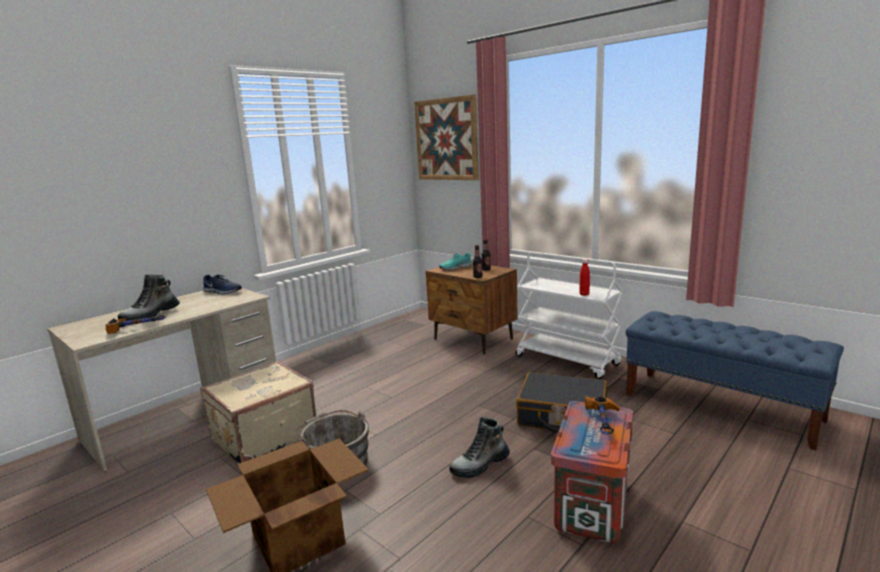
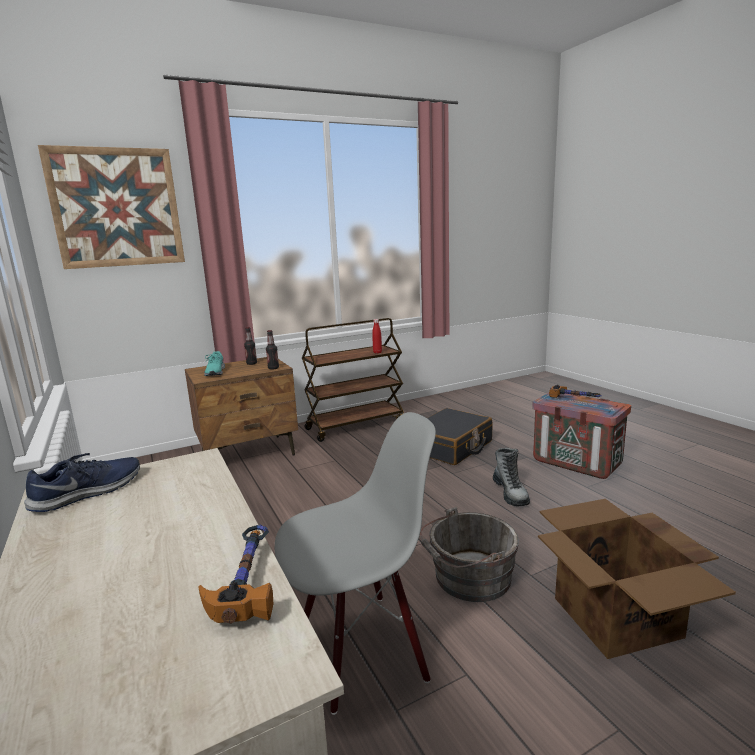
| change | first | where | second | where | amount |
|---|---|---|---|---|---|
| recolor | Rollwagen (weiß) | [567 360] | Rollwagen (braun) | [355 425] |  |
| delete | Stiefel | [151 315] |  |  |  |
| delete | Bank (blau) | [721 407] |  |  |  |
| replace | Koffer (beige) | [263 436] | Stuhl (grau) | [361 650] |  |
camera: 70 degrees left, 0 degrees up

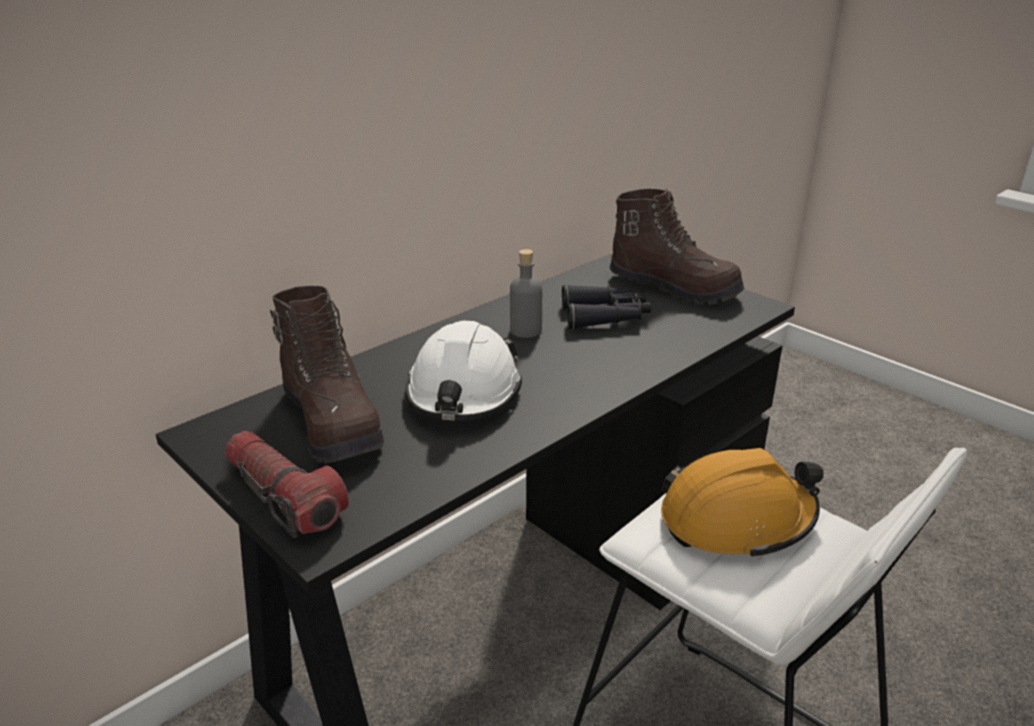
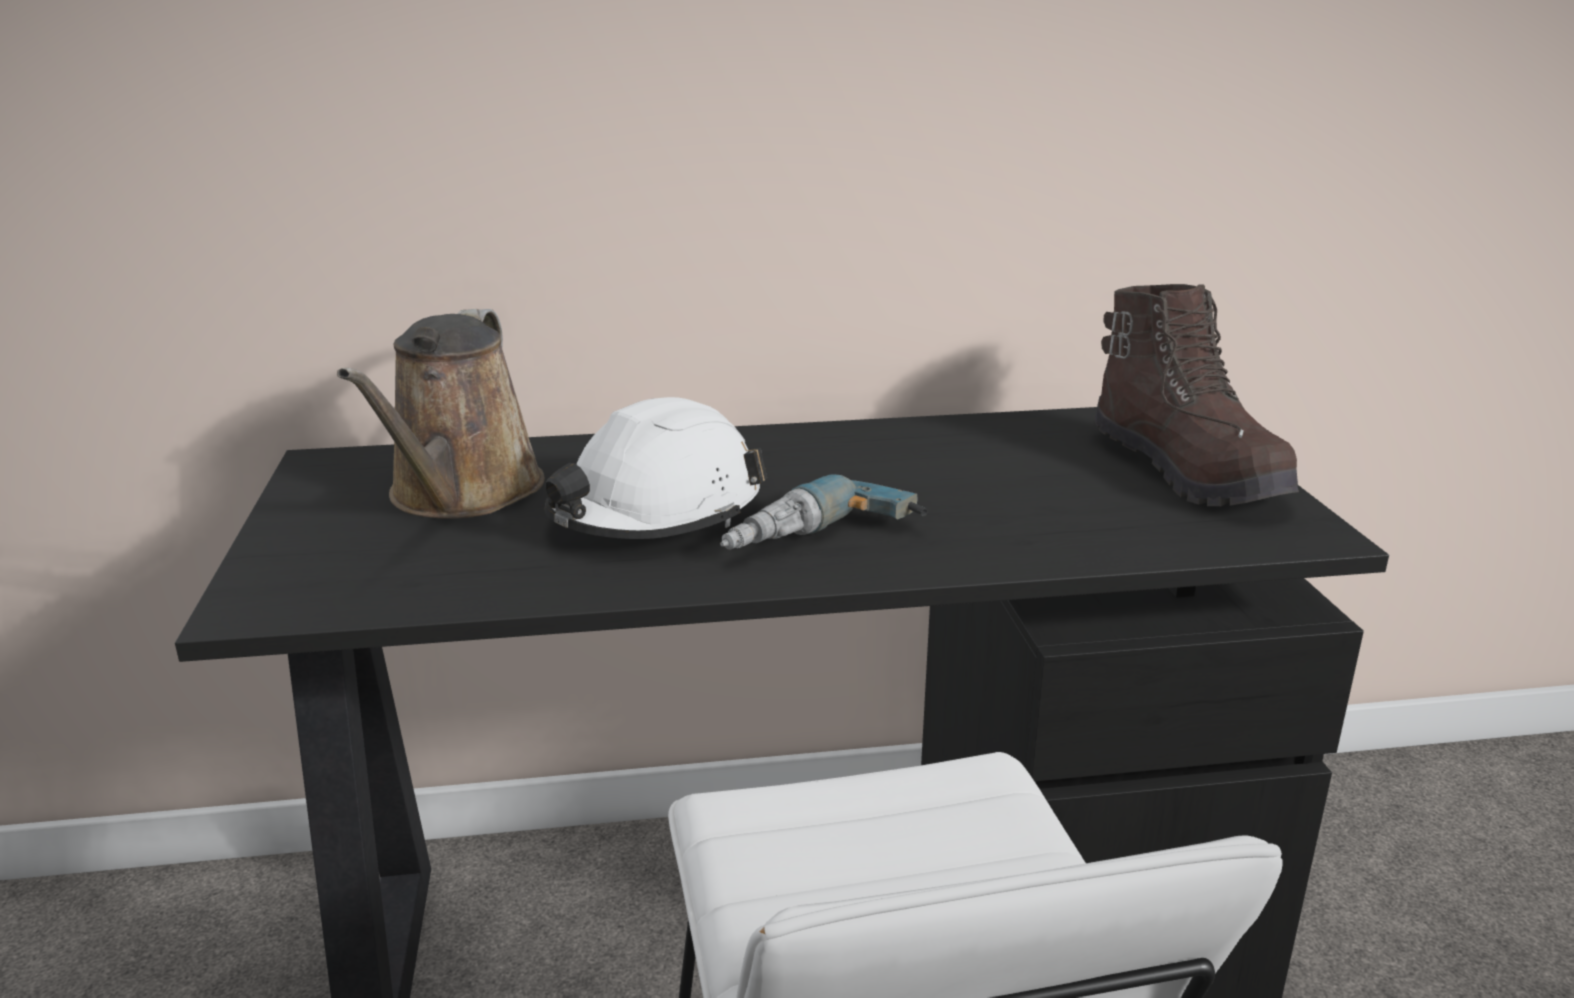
| change | first | where | second | where | amount |
|---|---|---|---|---|---|
| delete | Flasche (grau) | [525 330] |  |  |  |
| delete | Fernglas (schwarz) | [606 316] |  |  |  |
| replace | Stiefel (braun) | [333 423] | Gießkanne (braun) | [461 494] |  |
| delete | Taschenlampe | [284 497] |  |  |  |
| delete | Schutzhelm (orange) | [737 520] |  |  |  |
| insert |  |  | Bohrmaschine | [824 544] |  |
camera: 35 degrees right, 5 degrees down

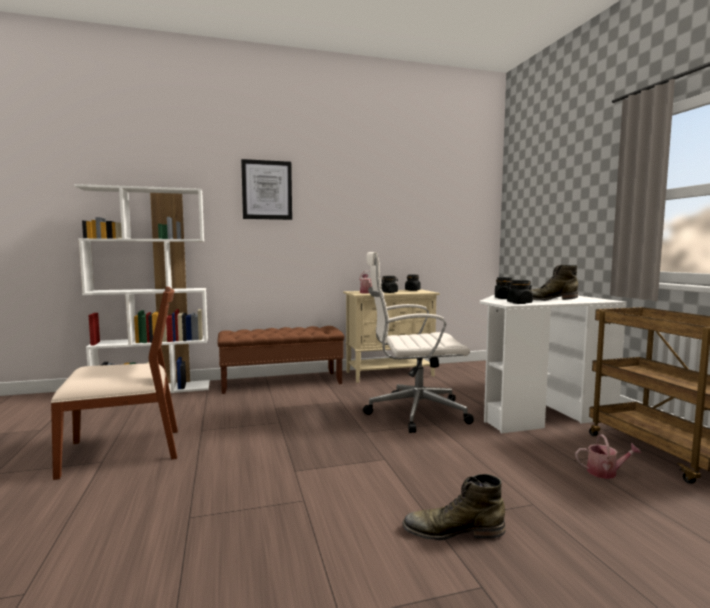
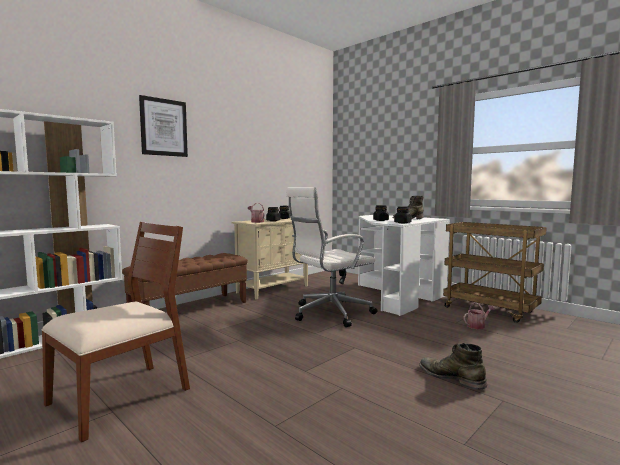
| change | first | where | second | where | amount |
|---|---|---|---|---|---|
| rotate | Stiefel (grün) | [453 530] |  | [451 377] | 75 degrees clockwise |
camera: 30 degrees left, 0 degrees up

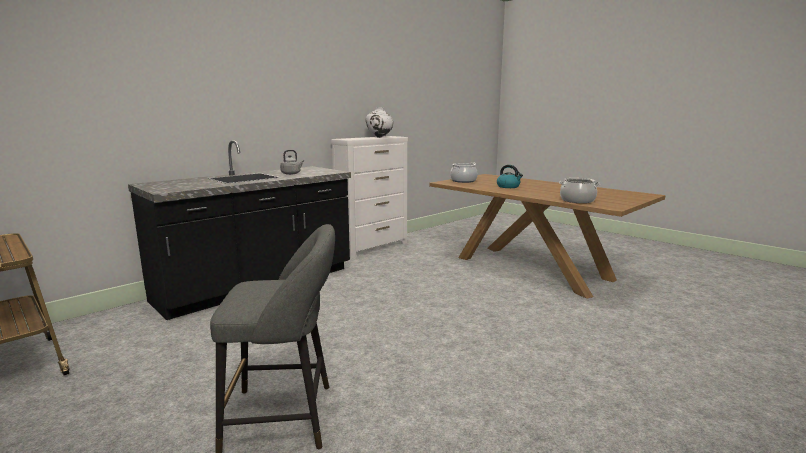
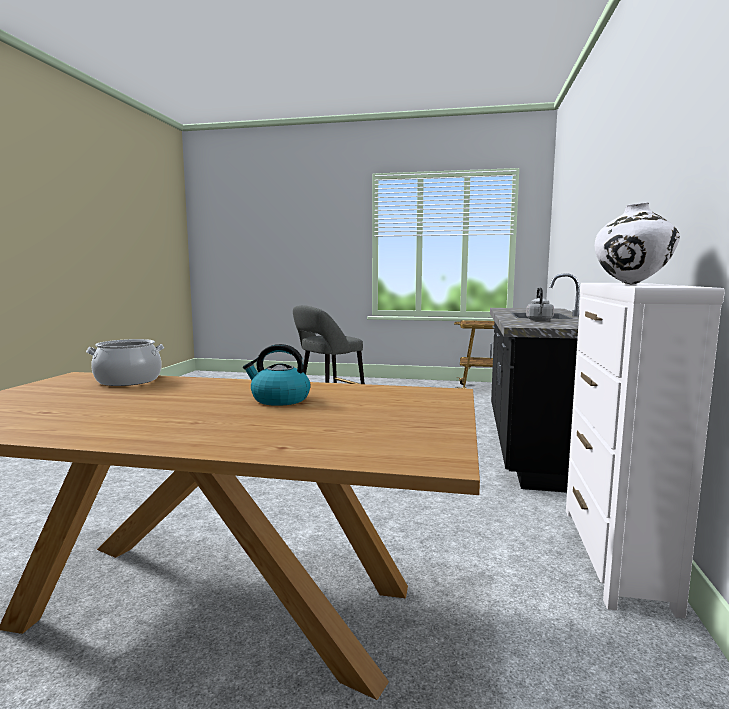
| change | first | where | second | where | amount |
|---|---|---|---|---|---|
| delete | Kochtopf | [463 181] |  |  |  |
camera: 145 degrees right, 5 degrees down

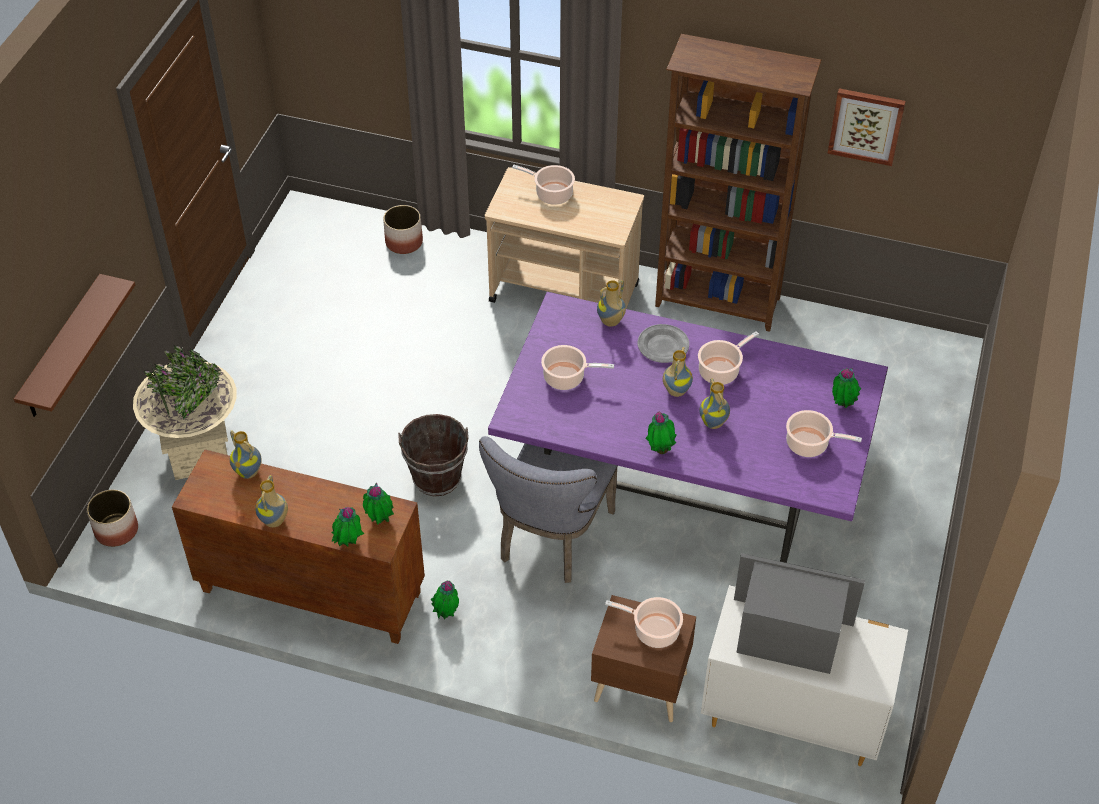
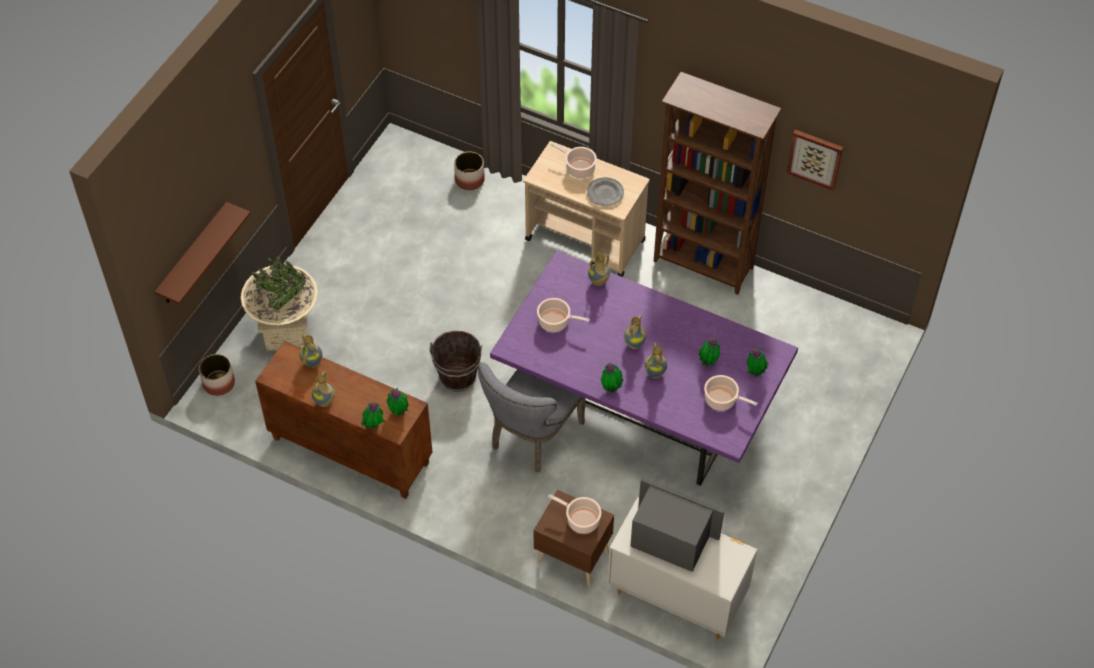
| change | first | where | second | where | amount |
|---|---|---|---|---|---|
| move | Teller (grau) | [663 346] |  | [605 193] |  |
| delete | Kochtopf | [721 370] |  |  |  |
| move | Topfpflanze | [447 614] |  | [708 363] |  |
camera: 10 degrees right, 5 degrees up

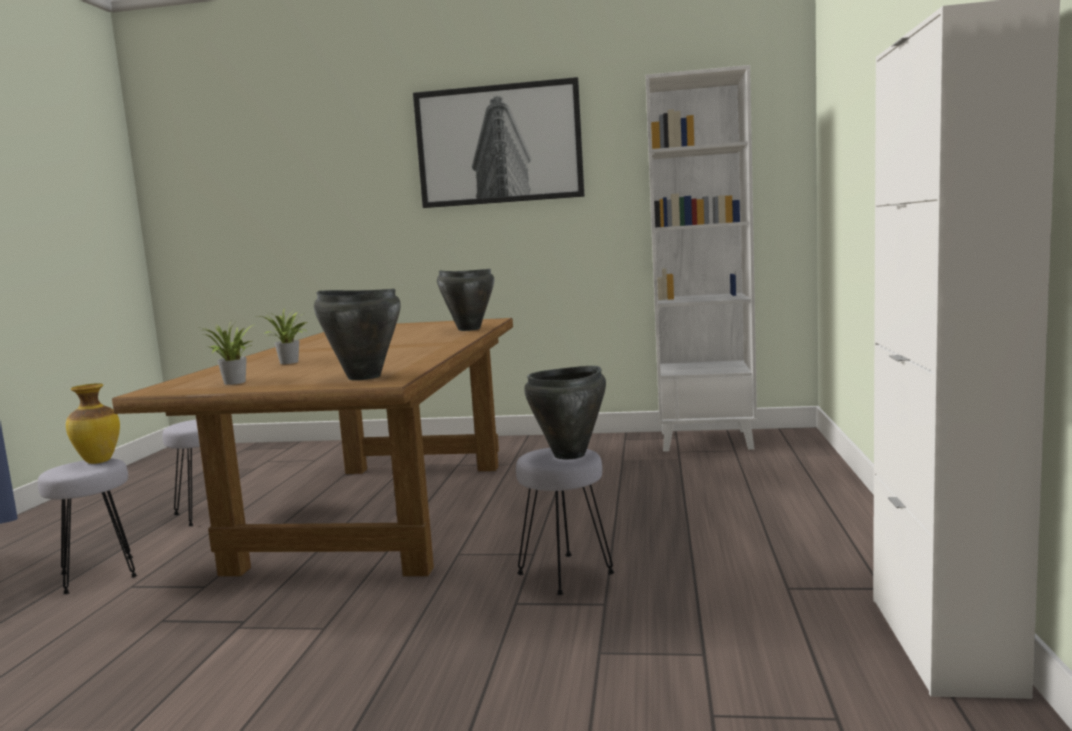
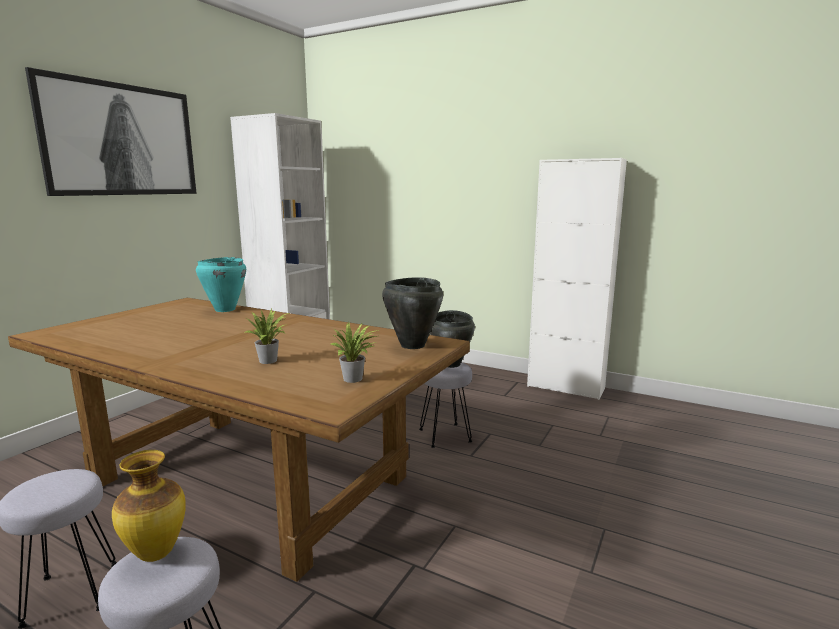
| change | first | where | second | where | amount |
|---|---|---|---|---|---|
| recolor | Kochtopf (schwarz) | [468 329] | Kochtopf (türkis) | [224 310] |  |
camera: 70 degrees left, 5 degrees up

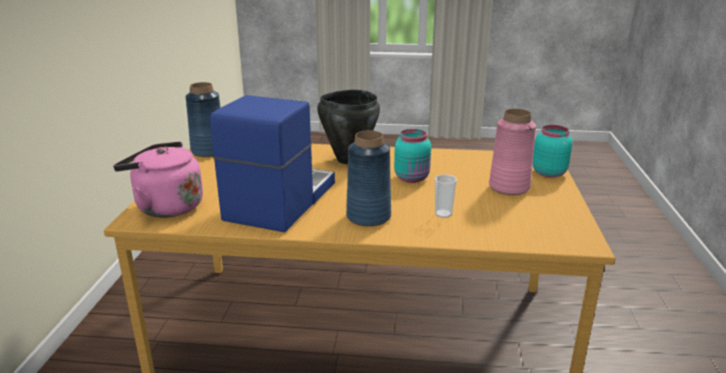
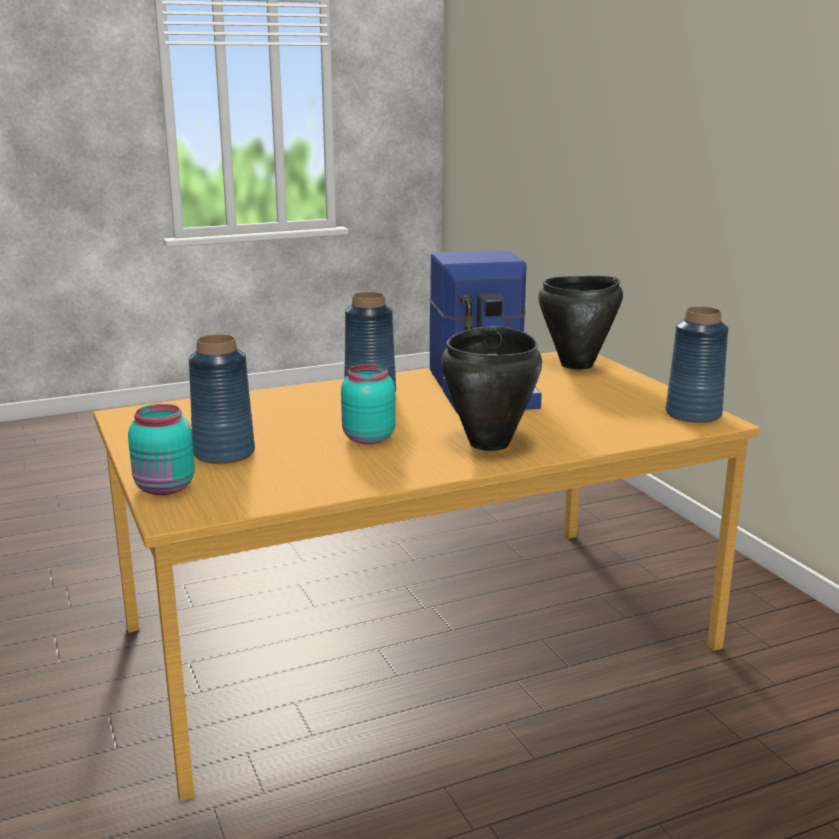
| change | first | where | second | where | amount |
|---|---|---|---|---|---|
| recolor | Vase (rosa) | [509 187] | Vase (blau) | [224 454] |  |
| replace | Wasserkessel (rosa) | [166 207] | Kochtopf (schwarz) | [577 365] |  |
| delete | Tasse | [443 214] |  |  |  |
camera: 150 degrees right, 5 degrees down

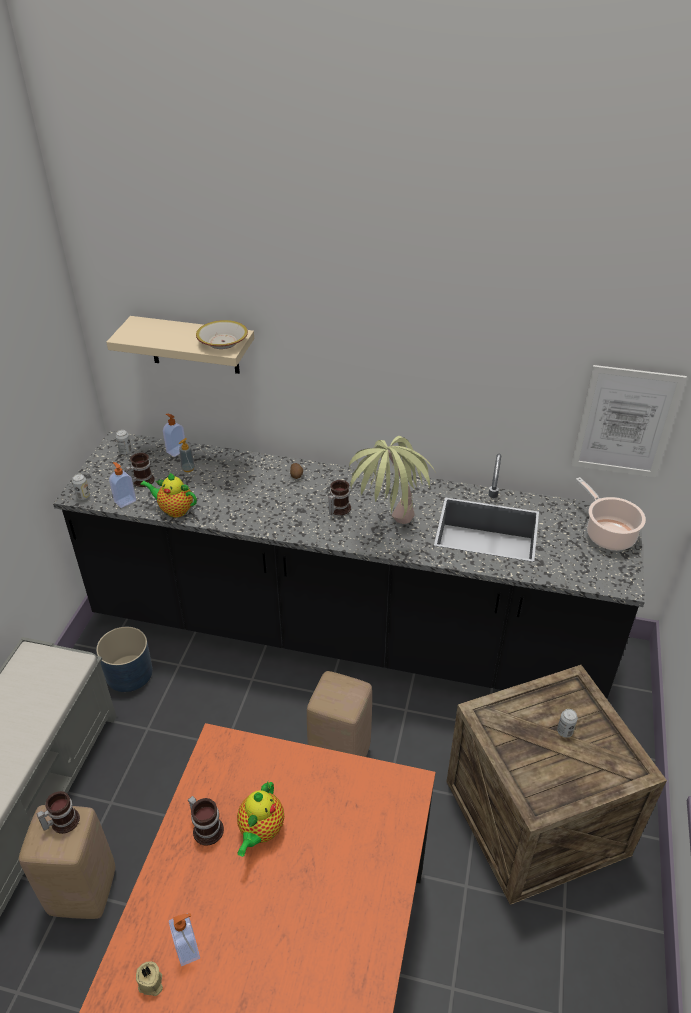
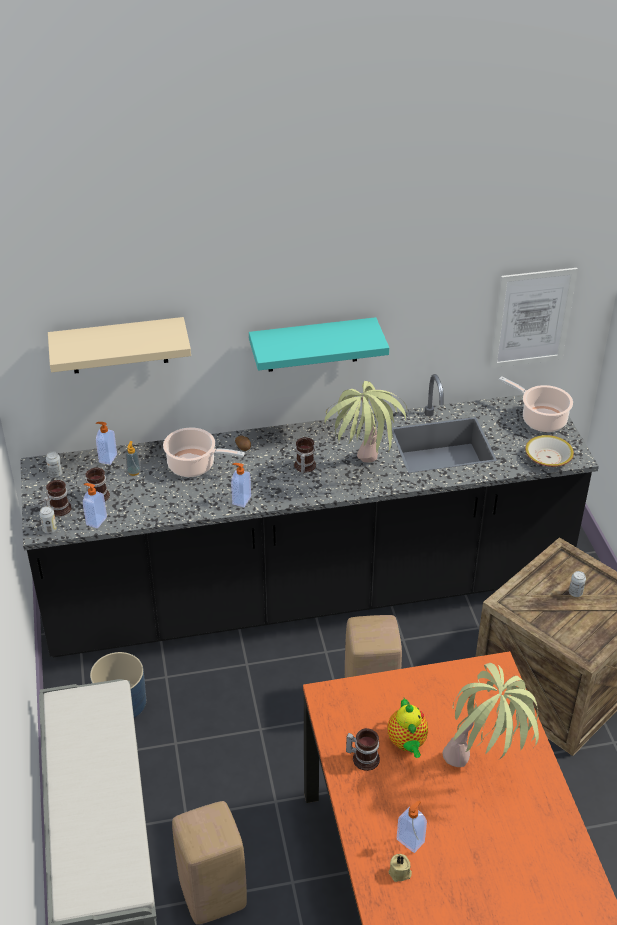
| change | first | where | second | where | amount |
|---|---|---|---|---|---|
| move | Schüssel | [223 342] |  | [548 458] |  |
| delete | Teekanne | [174 510] |  |  |  |
| move | Henkelbecher | [62 821] |  | [57 509] |  |
| insert |  |  | Wandregal (türkis) | [312 345] |  |
| insert |  |  | Kochtopf | [194 465] |  |
| insert |  |  | Seifenspender | [241 500] |  |
| insert |  |  | Topfpflanze | [485 769] |  |
camera: 25 degrees left, 0 degrees up

